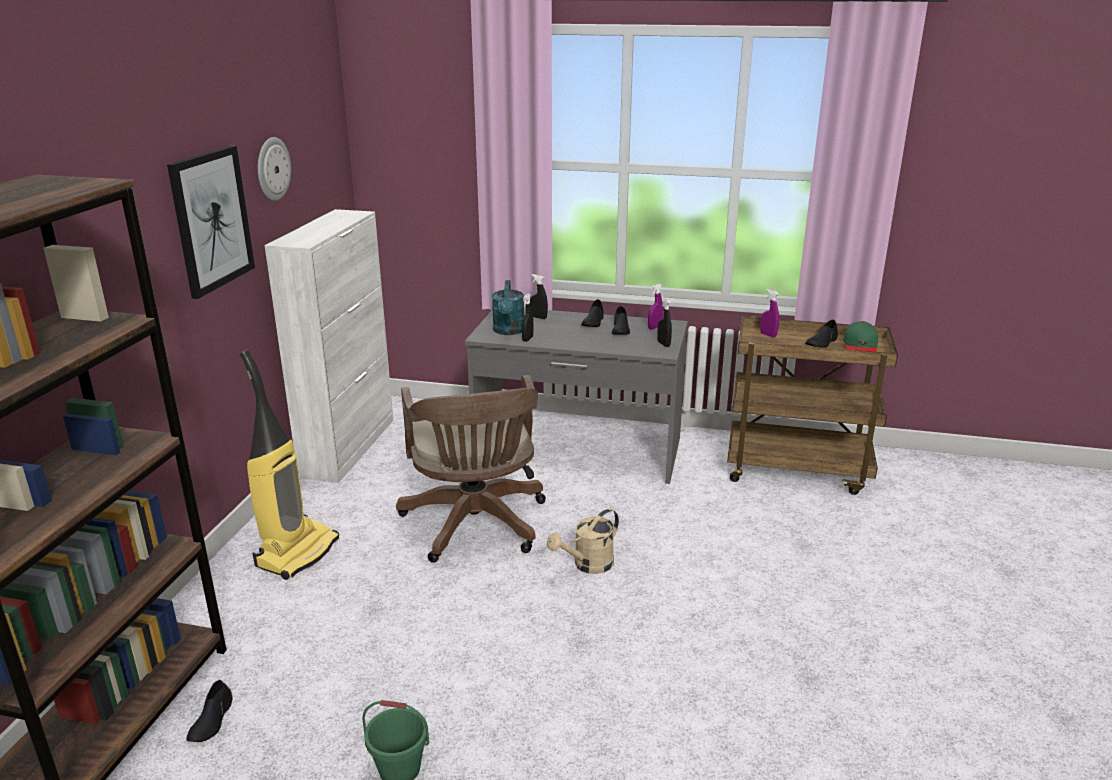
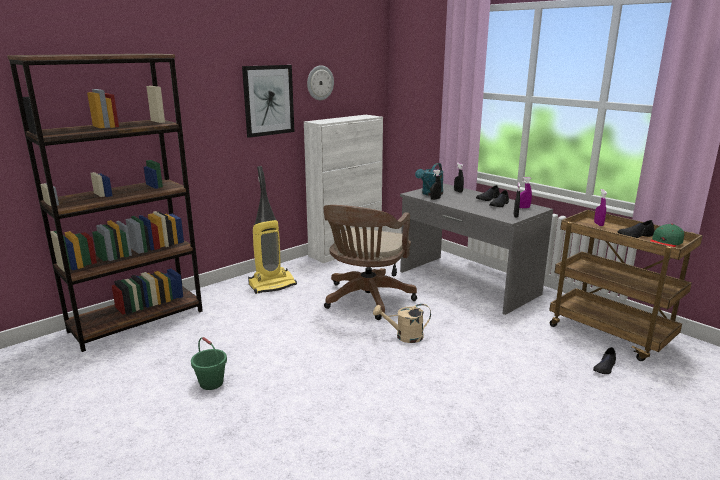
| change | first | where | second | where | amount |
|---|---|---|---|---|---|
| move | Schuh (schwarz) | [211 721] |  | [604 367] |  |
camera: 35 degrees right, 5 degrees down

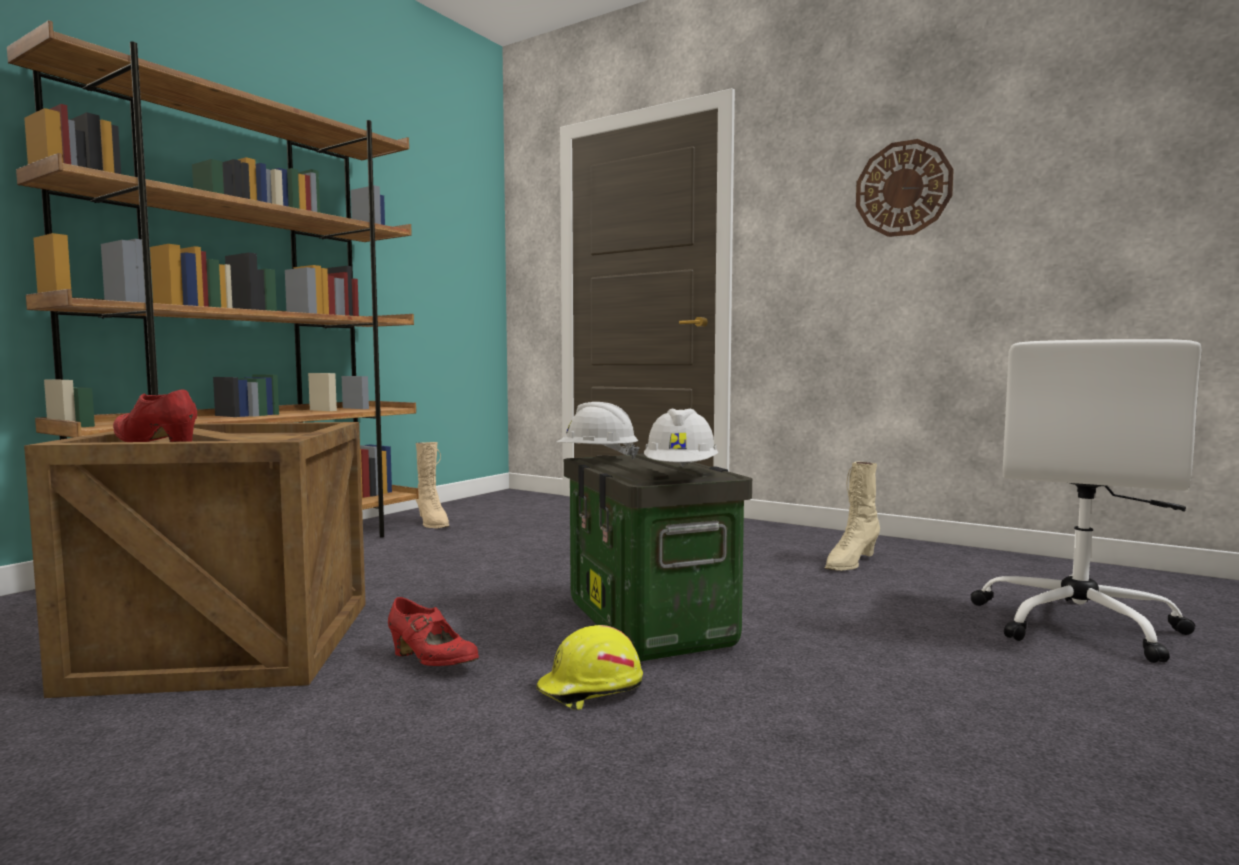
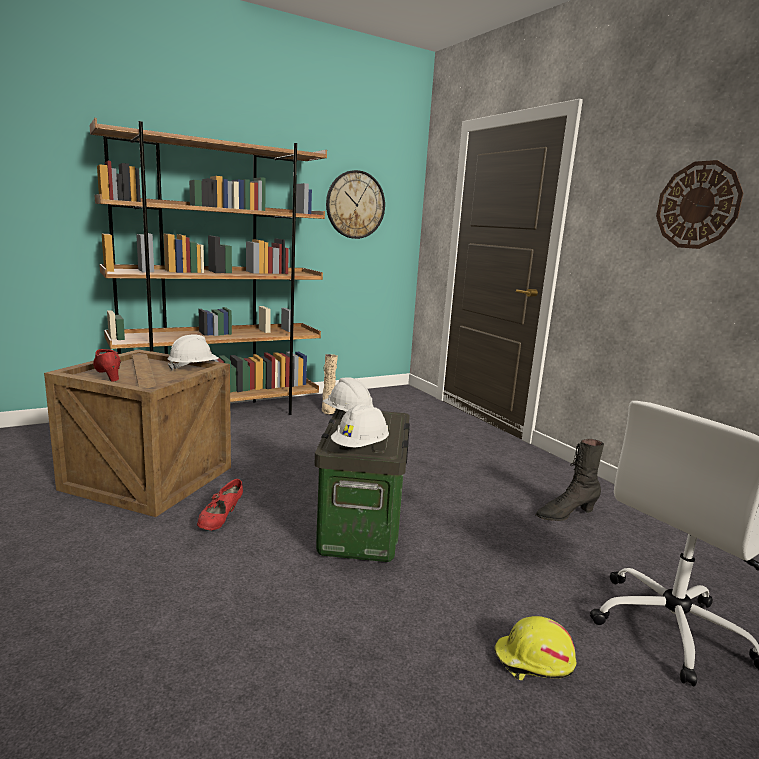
| change | first | where | second | where | amount |
|---|---|---|---|---|---|
| recolor | Stiefel (beige) | [850 563] | Stiefel (schwarz) | [565 514] |  |
| rotate | Schuh (rot) | [431 662] |  | [220 520] | 45 degrees clockwise |
| move | Schutzhelm (gelb) | [590 690] |  | [533 662] |  |
| insert |  |  | Wanduhr | [355 205] |  |
| insert |  |  | Schutzhelm (weiß) | [193 367] |  |
camera: 25 degrees right, 10 degrees up

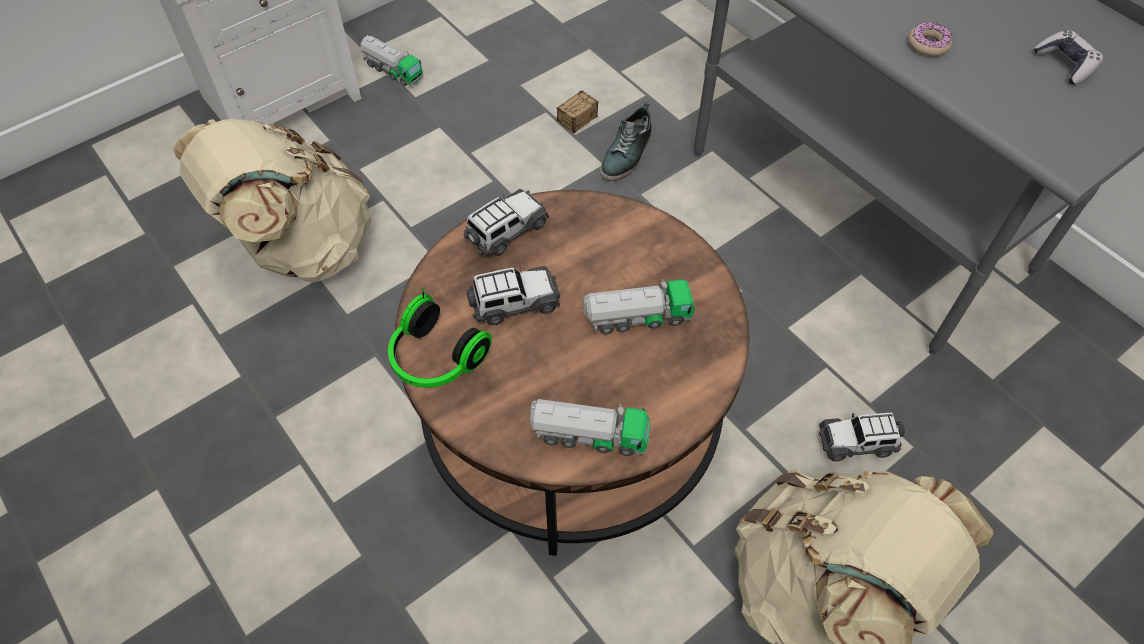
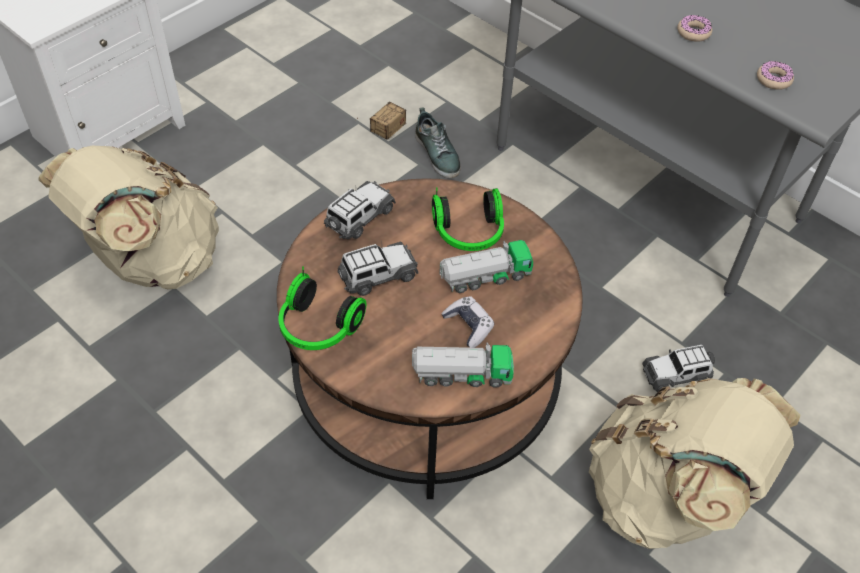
| change | first | where | second | where | amount |
|---|---|---|---|---|---|
| move | Gamepad | [1065 64] |  | [468 326] |  |
| delete | Spielzeuglaster | [393 71] |  |  |  |
| rotate | Schuh | [627 154] |  | [438 154] | 45 degrees counterclockwise |
| insert |  |  | Donut | [773 80] |  |
| insert |  |  | Kopfhörer | [469 234] |  |
camera: 10 degrees left, 5 degrees down

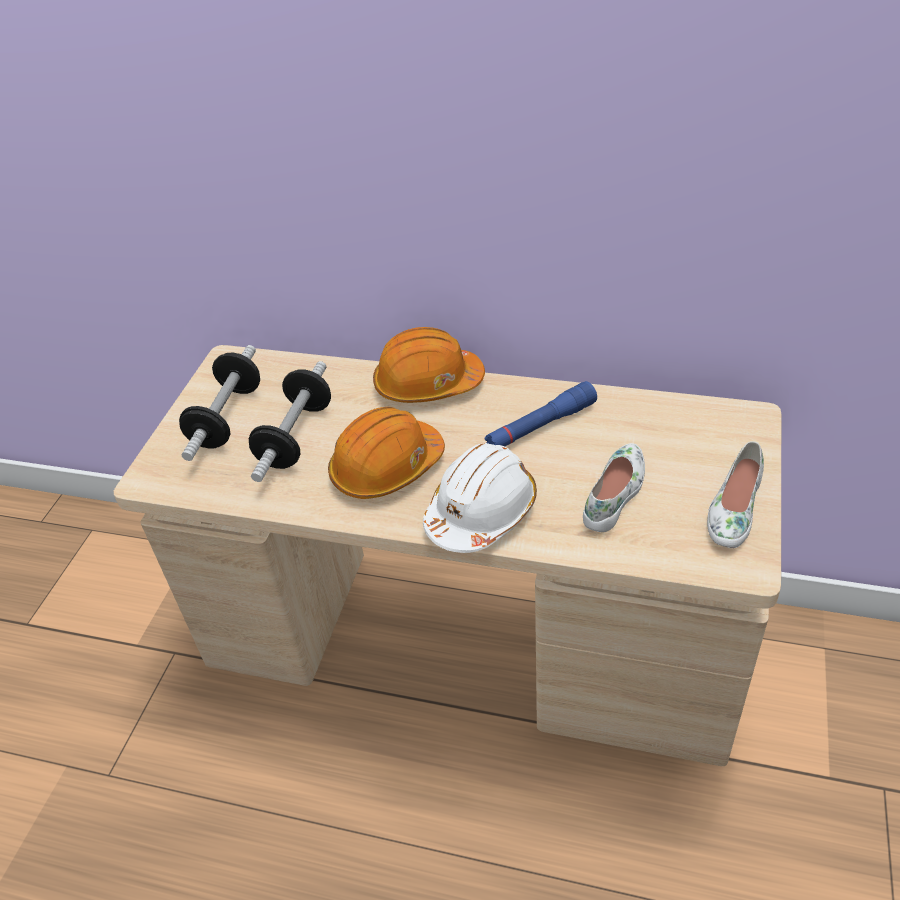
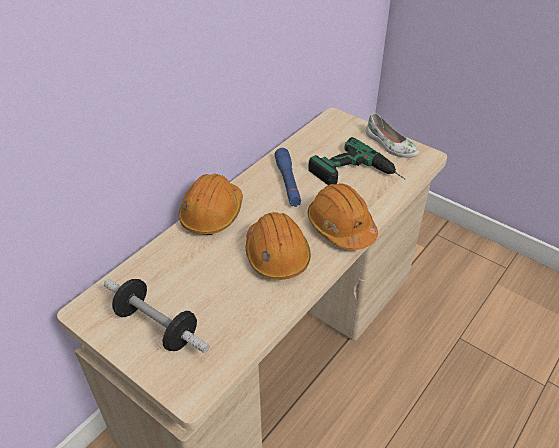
| change | first | where | second | where | amount |
|---|---|---|---|---|---|
| delete | Hantel | [295 437] |  |  |  |
| recolor | Schutzhelm (weiß) | [481 512] | Schutzhelm (orange) | [341 227] |  |
| replace | Schuh (weiß) | [615 494] | Bohrmaschine | [358 176] |  |
camera: 70 degrees left, 0 degrees up

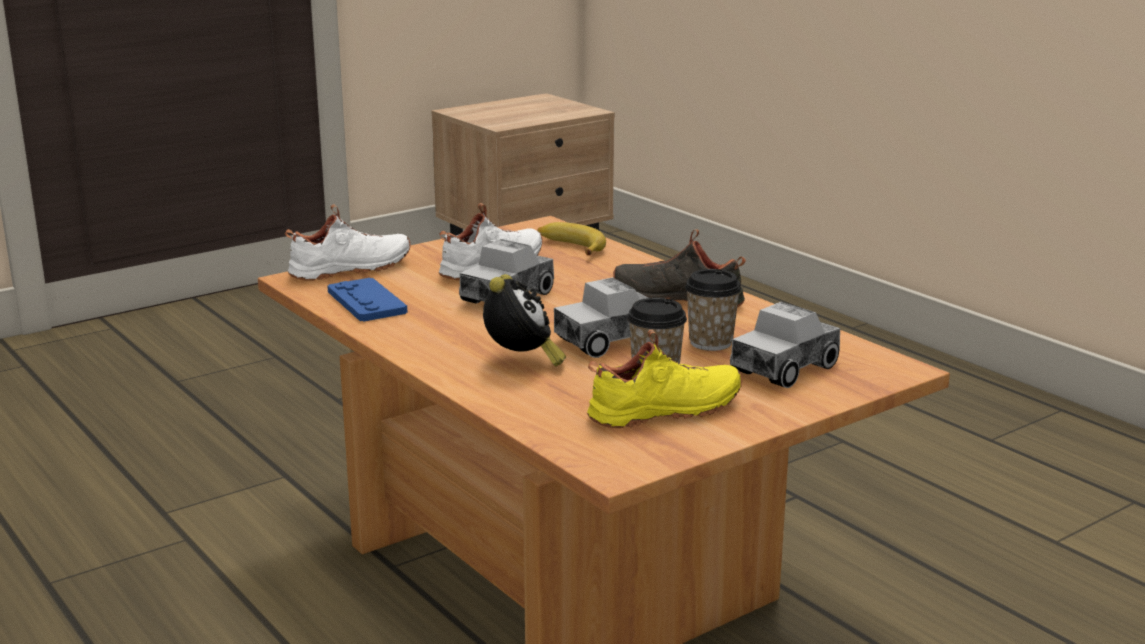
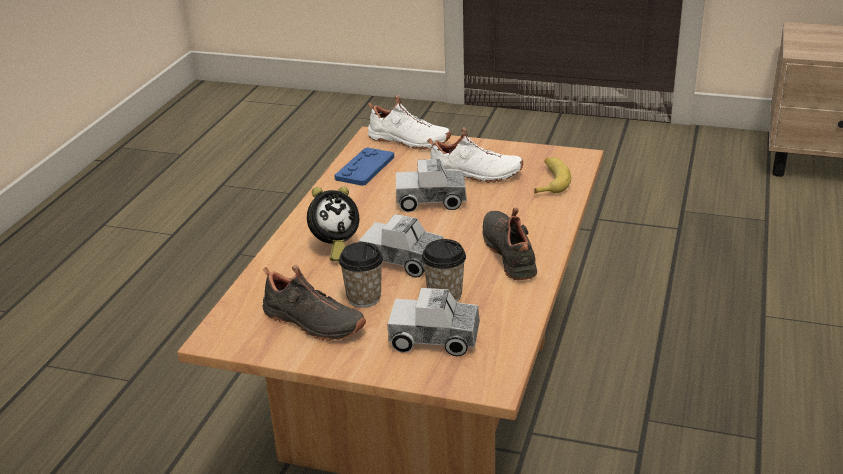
| change | first | where | second | where | amount |
|---|---|---|---|---|---|
| recolor | Schuh (gelb) | [667 412] | Schuh (schwarz) | [312 324] |  |
camera: 55 degrees right, 10 degrees up

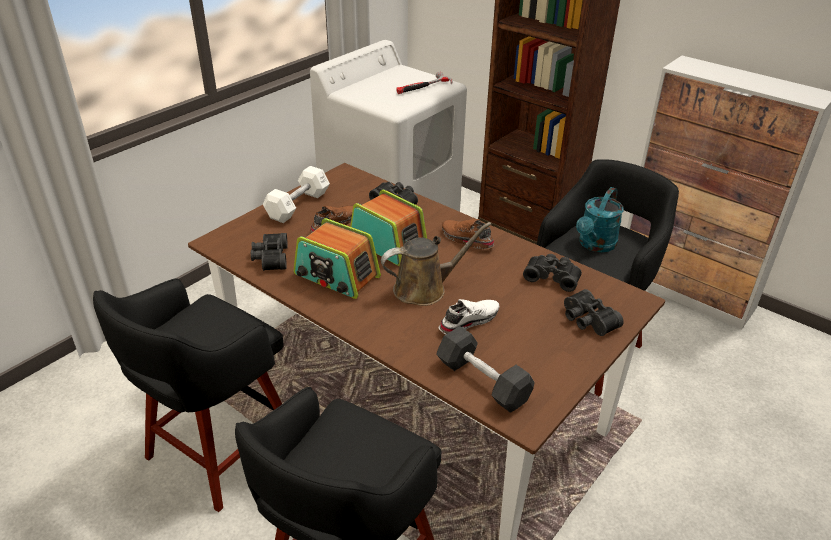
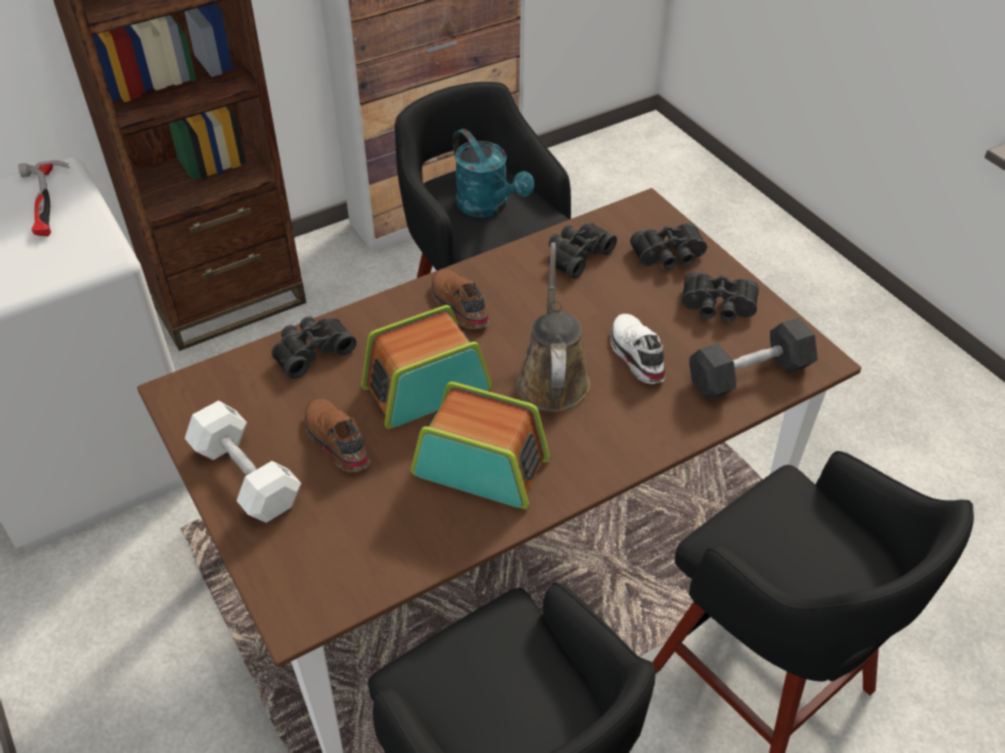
| change | first | where | second | where | amount |
|---|---|---|---|---|---|
| rotate | Radio | [336 276] |  | [481 466] | 120 degrees counterclockwise |
| rotate | Schuh (braun) | [466 240] |  | [458 306] | 90 degrees clockwise |
| move | Fernglas (schwarz) | [270 258] |  | [717 308] |  |
camera: 70 degrees left, 10 degrees up

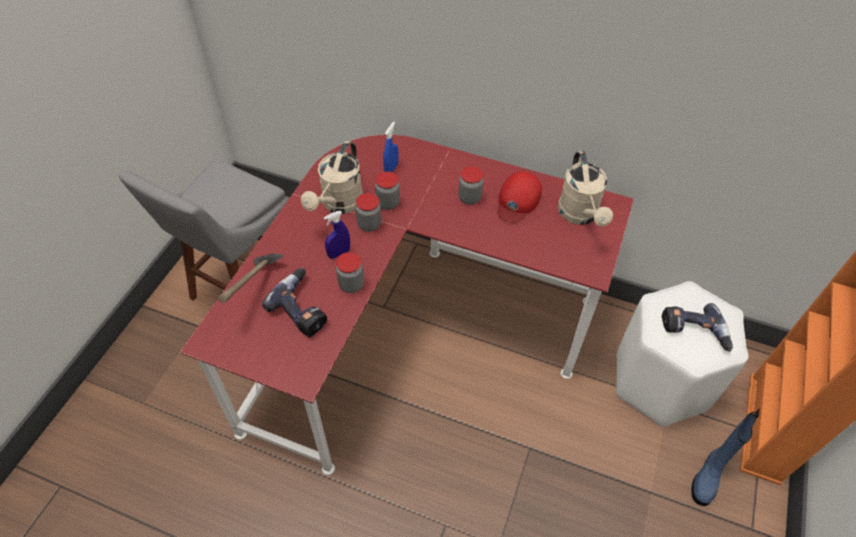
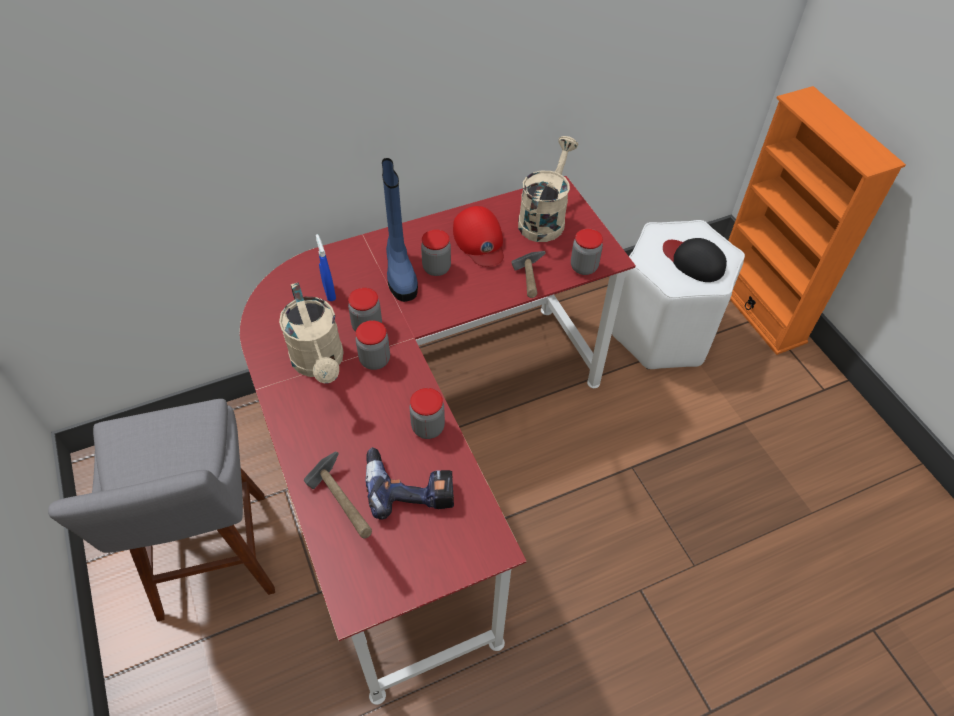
| change | first | where | second | where | amount |
|---|---|---|---|---|---|
| rotate | Gießkanne (beige) | [580 215] |  | [544 218] | 105 degrees counterclockwise |
| delete | Sprühflasche (blau) | [339 253] |  |  |  |
| replace | Bohrmaschine | [693 333] | Kappe (schwarz) | [693 261] |  |
| move | Stiefel (blau) | [708 477] |  | [400 272] |  |
| insert |  |  | Vorratsglas | [584 267] |  |
| insert |  |  | Hammer | [528 296] |  |
camera: 45 degrees left, 0 degrees up

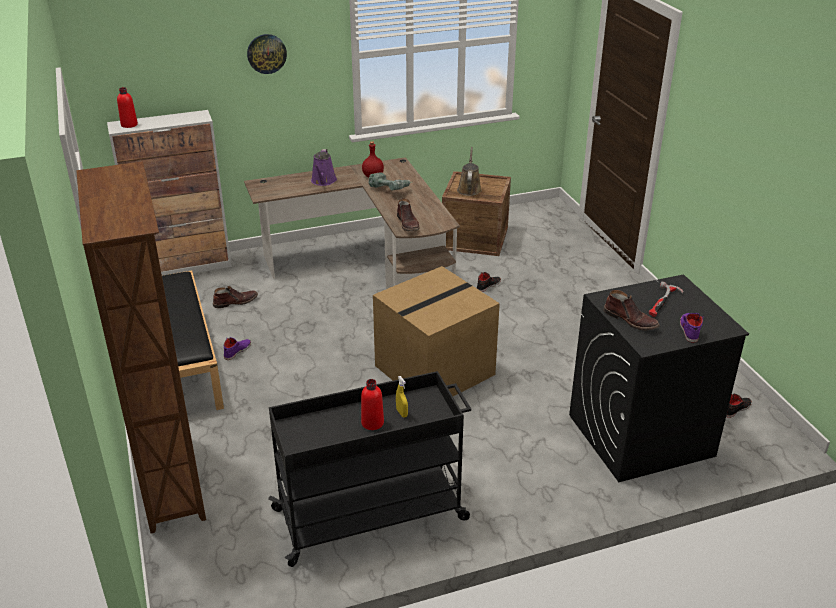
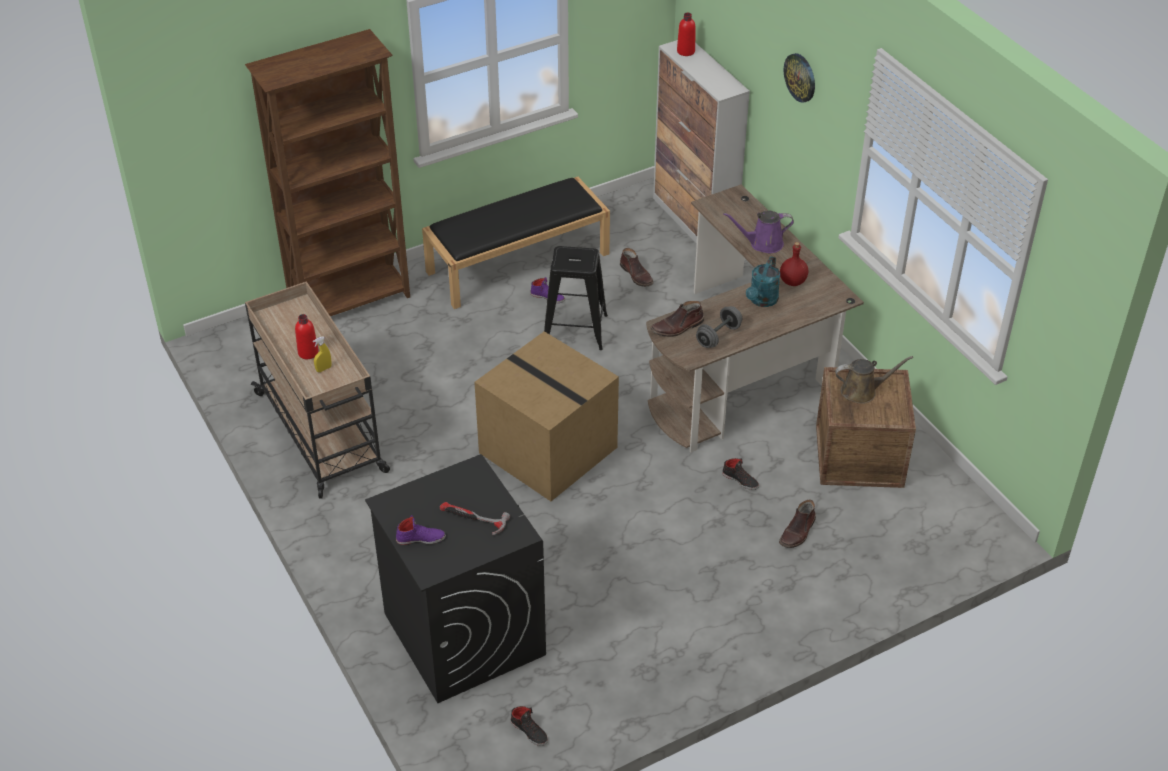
| change | first | where | second | where | amount |
|---|---|---|---|---|---|
| replace | Bohrmaschine | [390 189] | Gießkanne (türkis) | [762 301] |  |
| move | Stiefel (braun) | [631 320] |  | [798 532] |  |
| recolor | Rollwagen (schwarz) | [372 514] | Rollwagen (beige) | [322 434] |  |
| insert |  |  | Hocker (schwarz) | [574 330] |  |
| insert |  |  | Hantel (grau) | [718 336] |  |
camera: 80 degrees right, 10 degrees up

